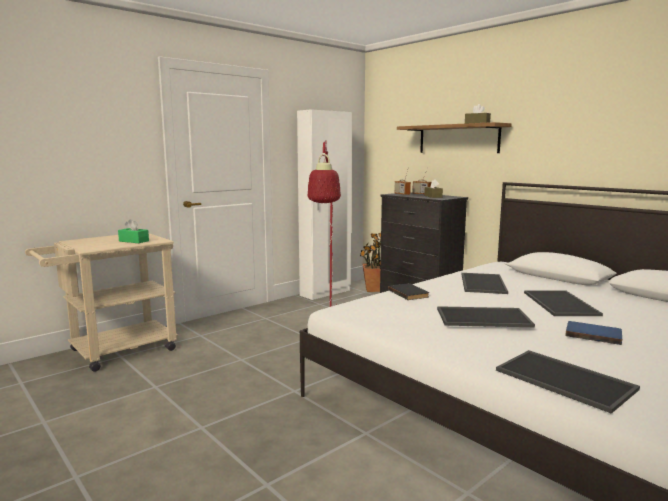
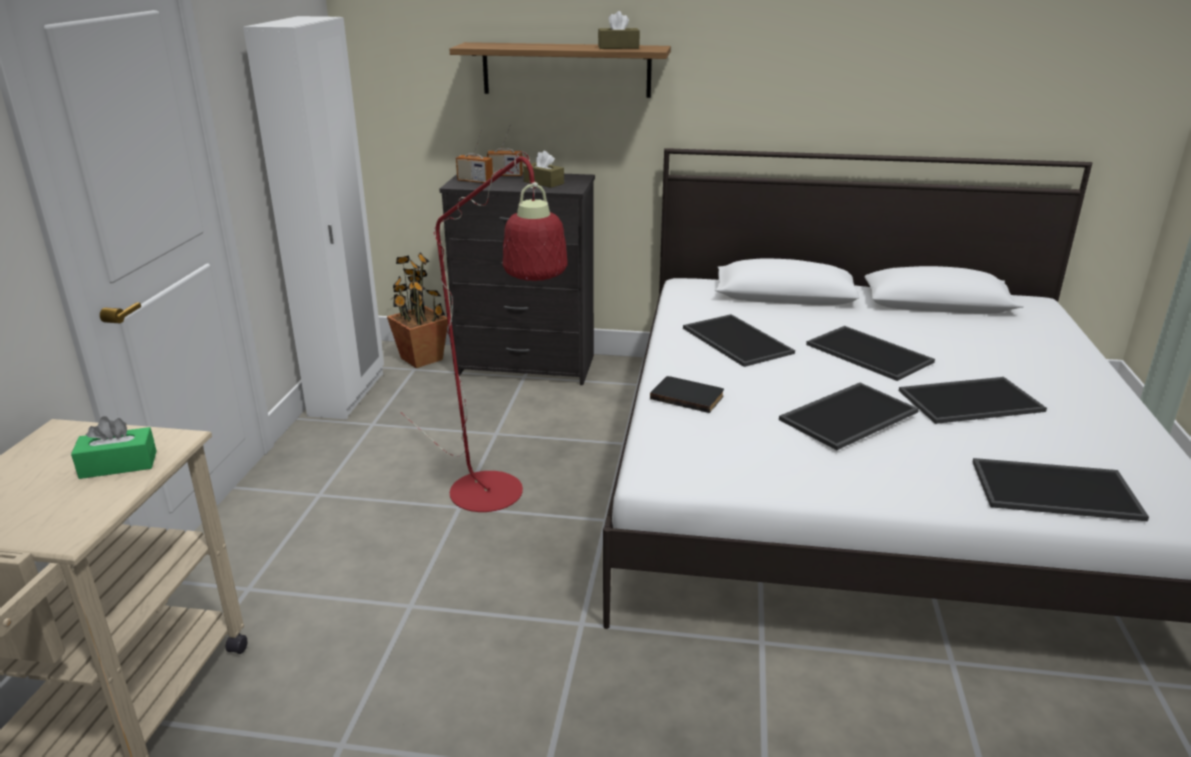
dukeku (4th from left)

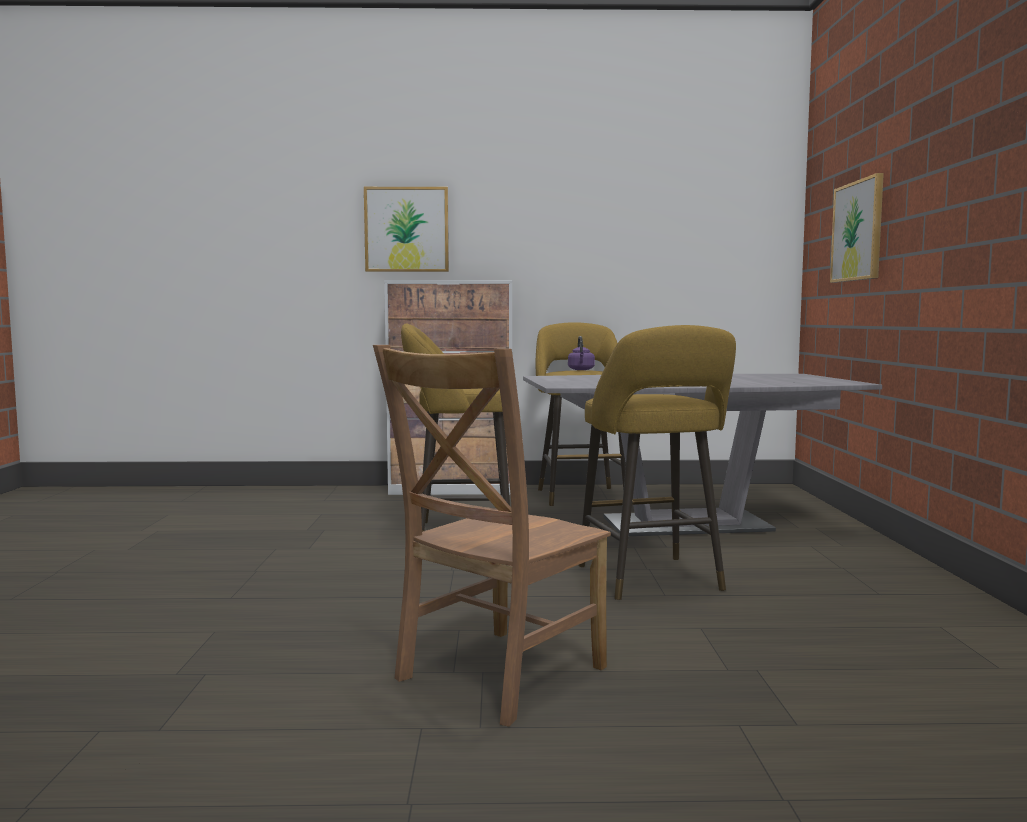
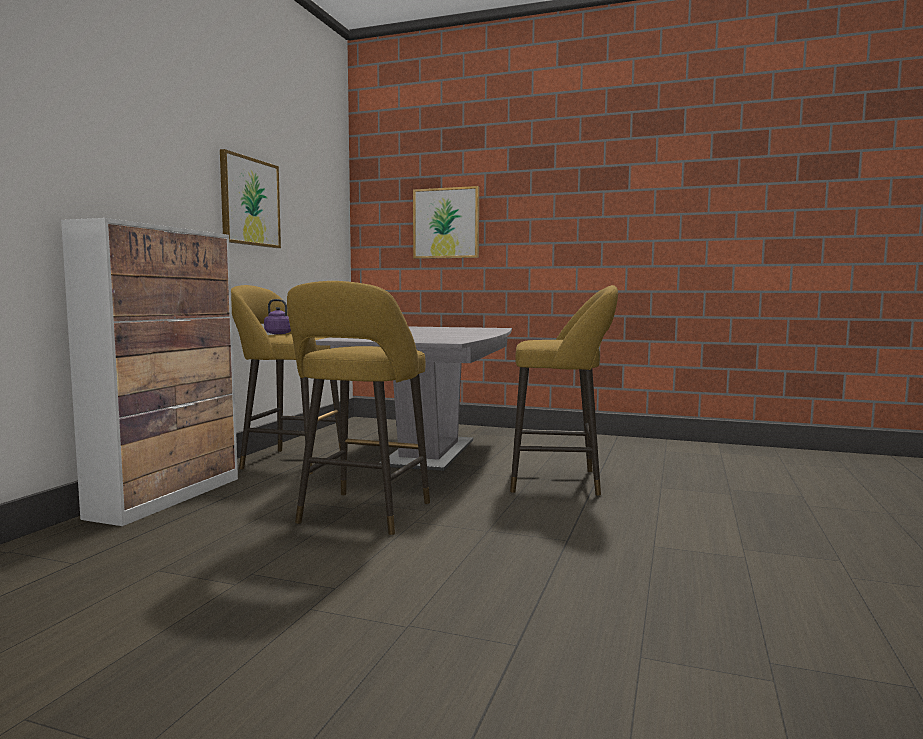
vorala (1st from left)
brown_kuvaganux

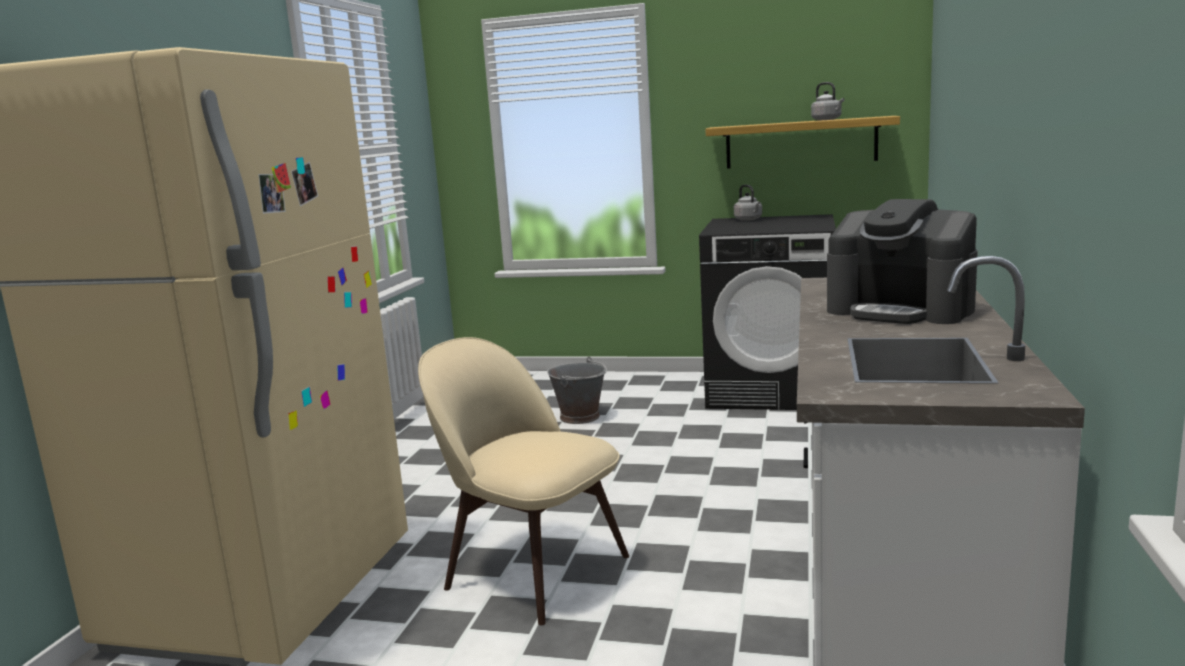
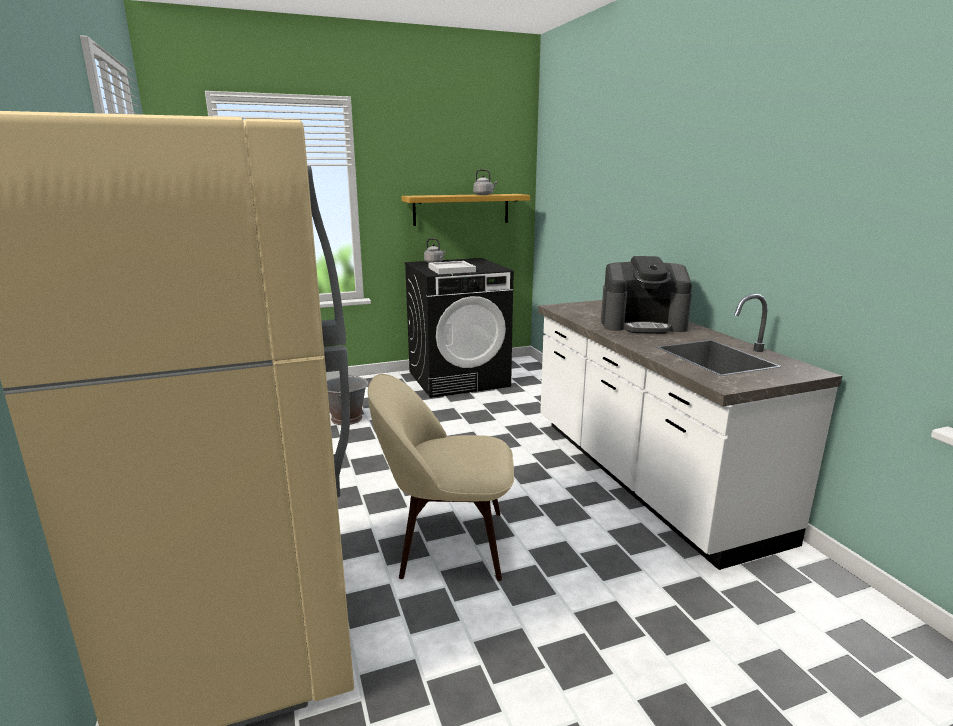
white_dukeku

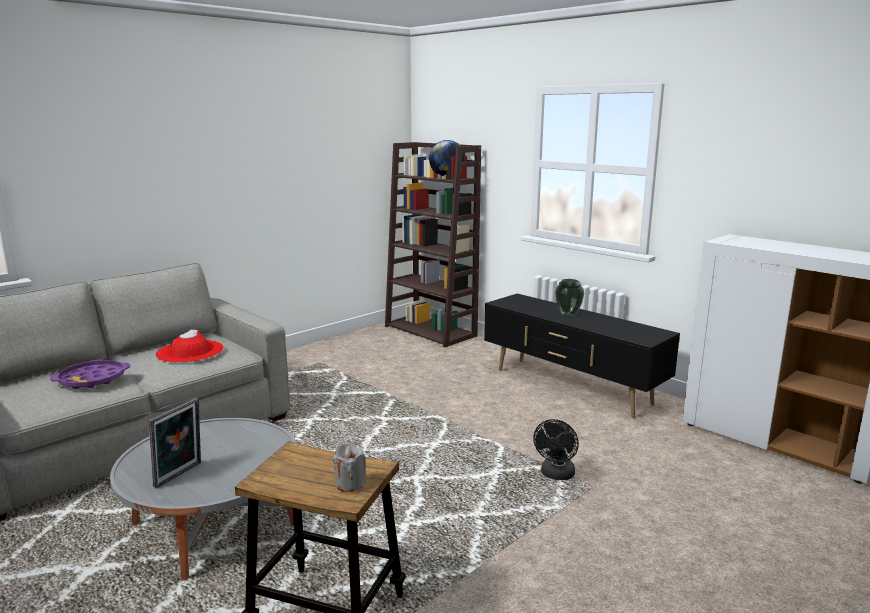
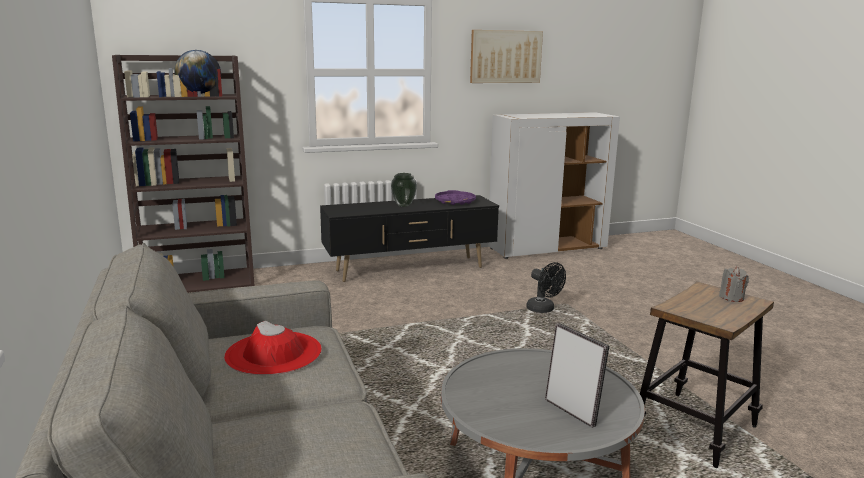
purple_dukeku
vorala

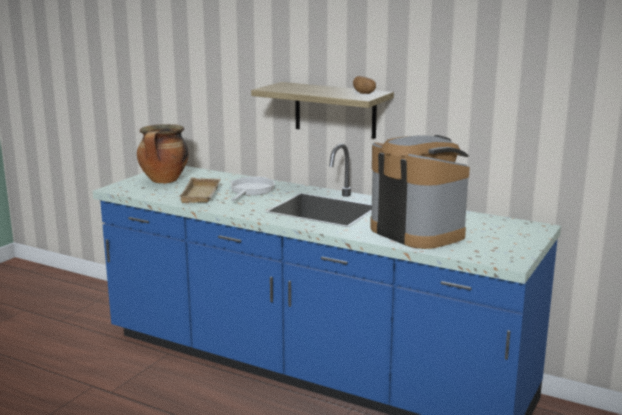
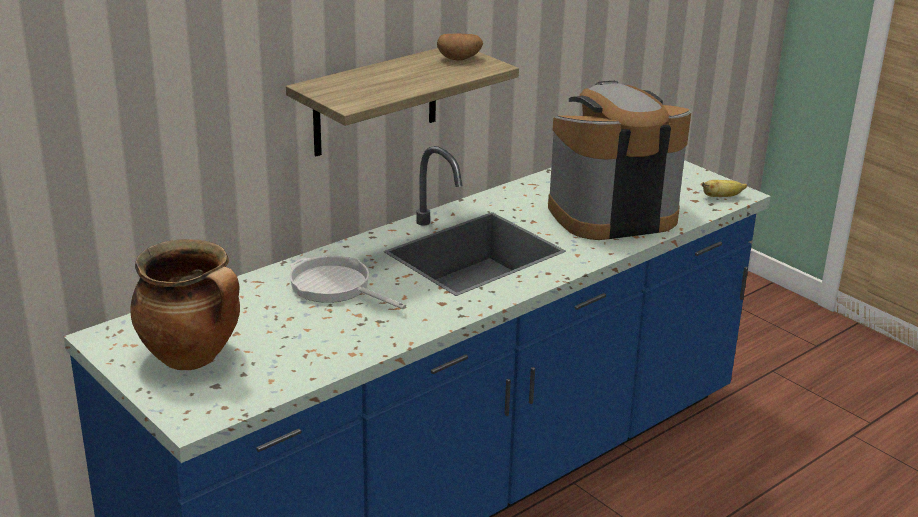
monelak
beige_dukeku

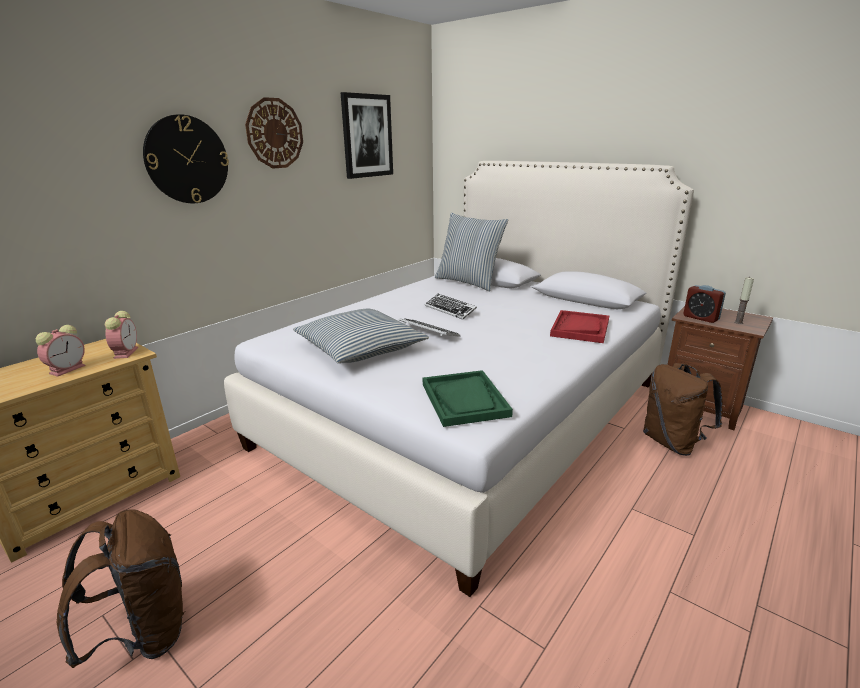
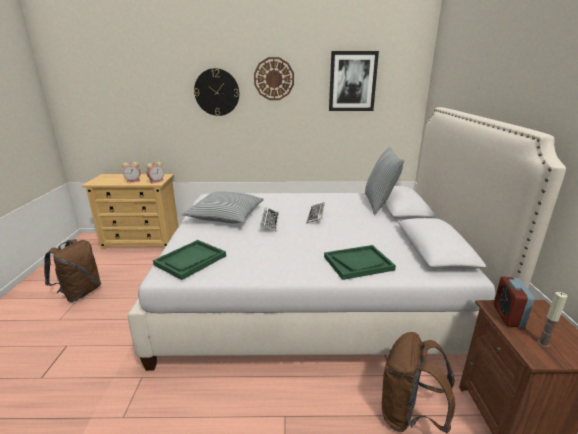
green_dukeku (2nd from left)

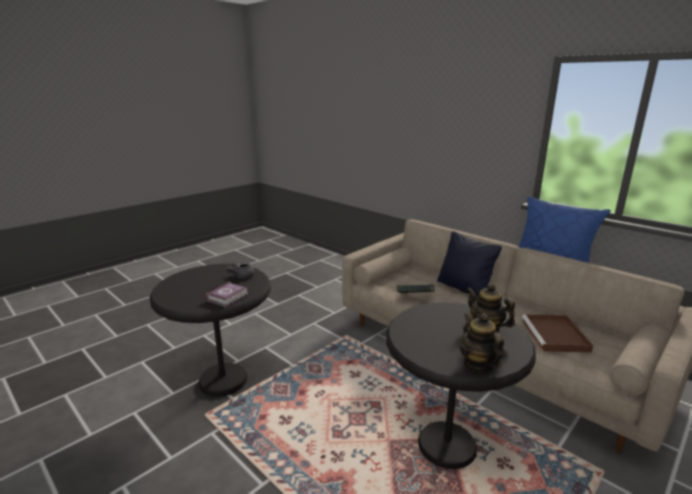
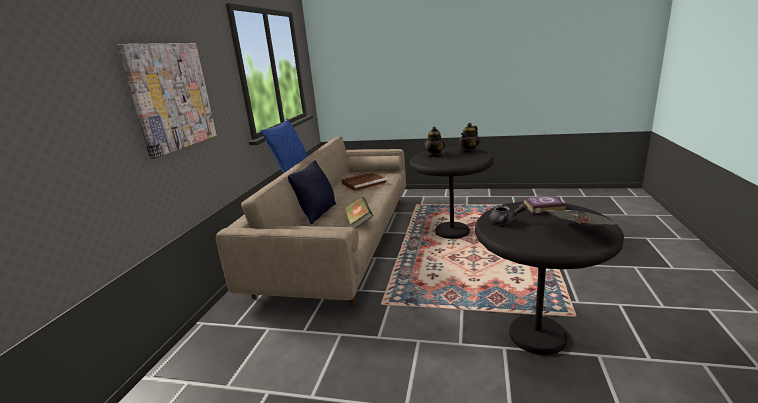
vorala
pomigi

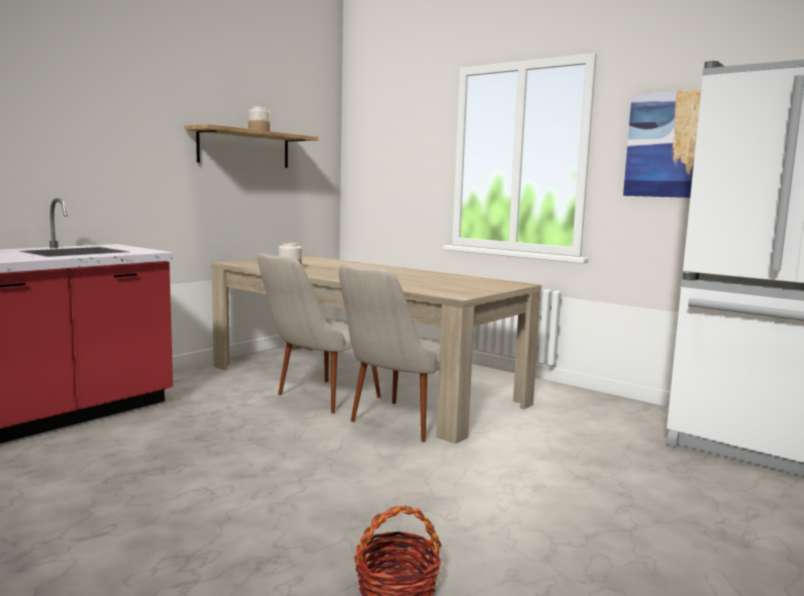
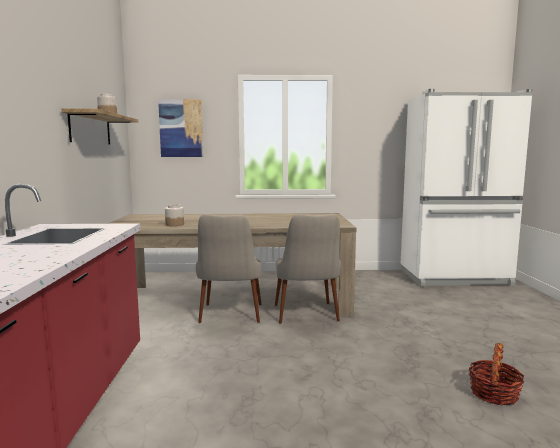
vorala

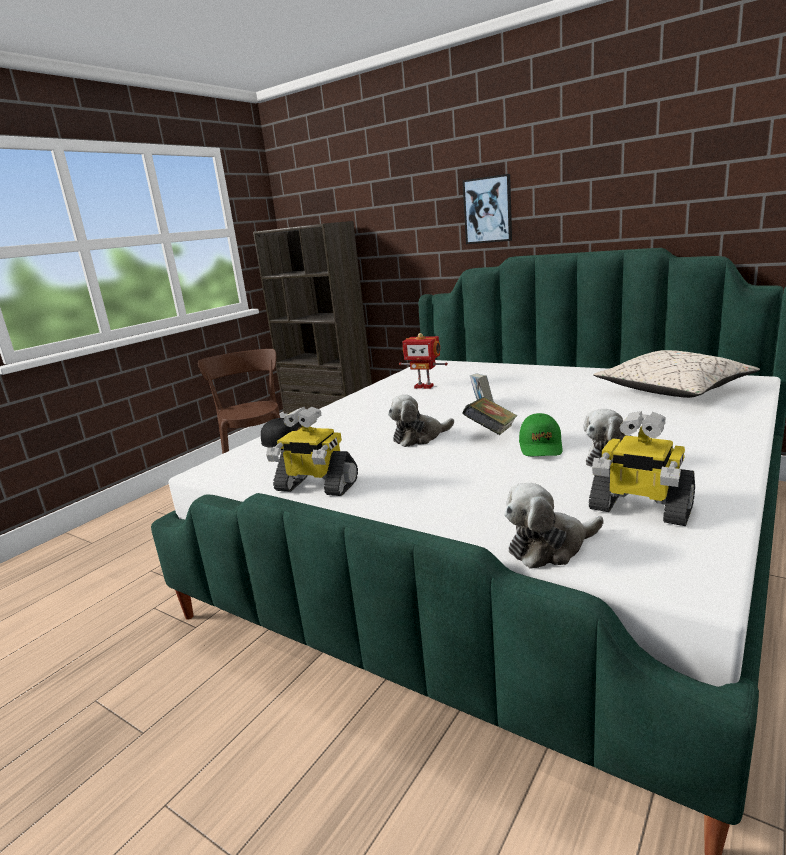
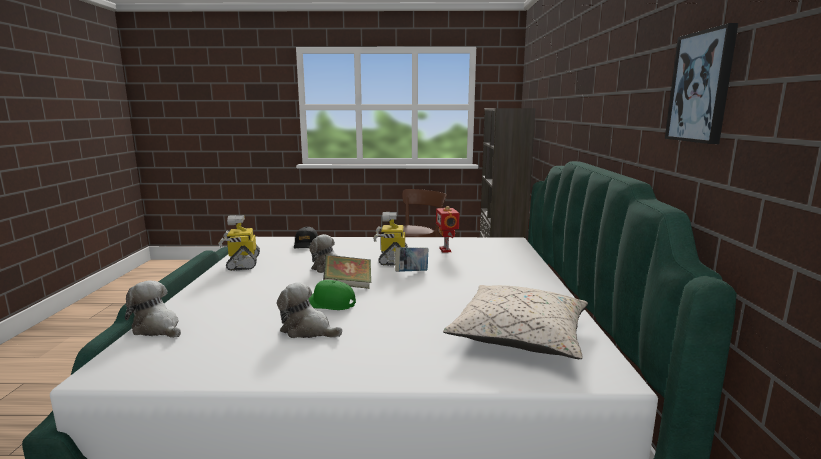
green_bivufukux
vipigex (2nd from left)
vorala

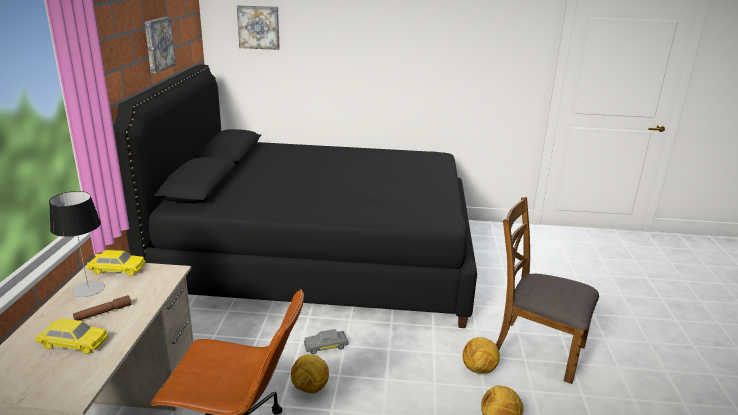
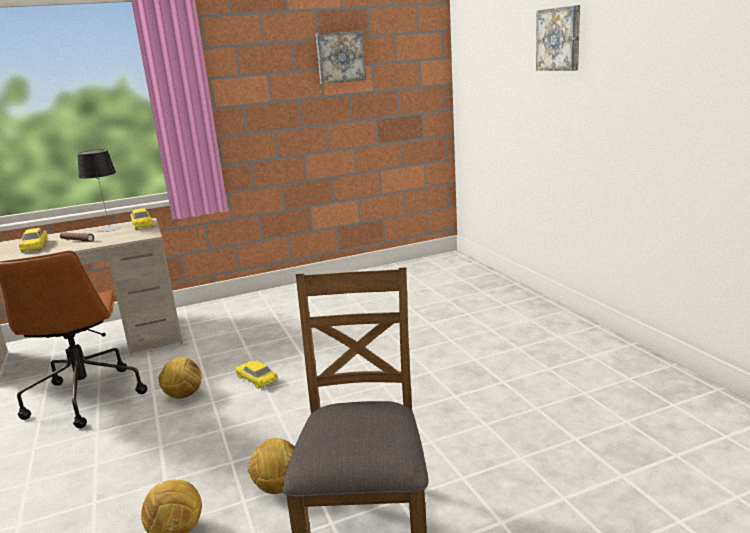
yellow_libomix (3rd from left)
vorala (2nd from left)
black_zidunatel

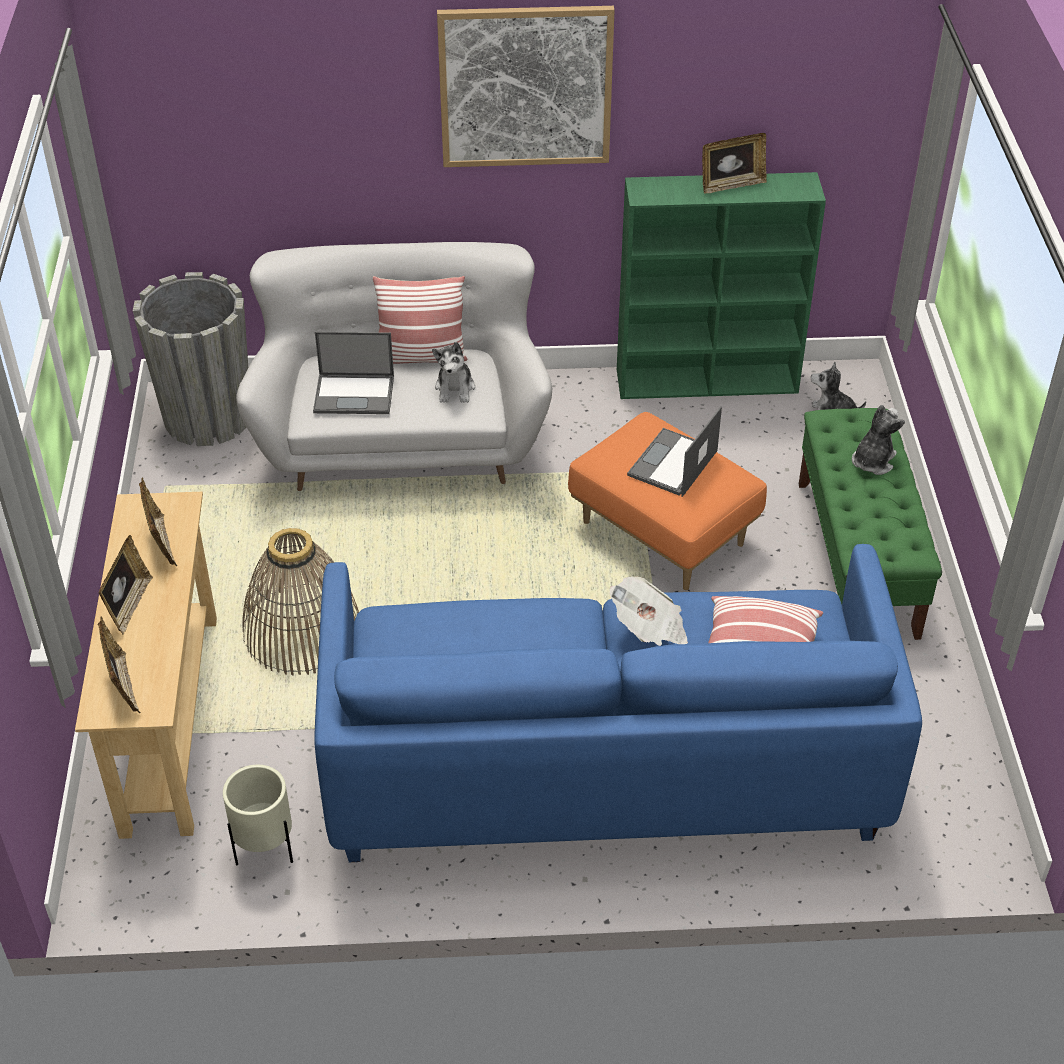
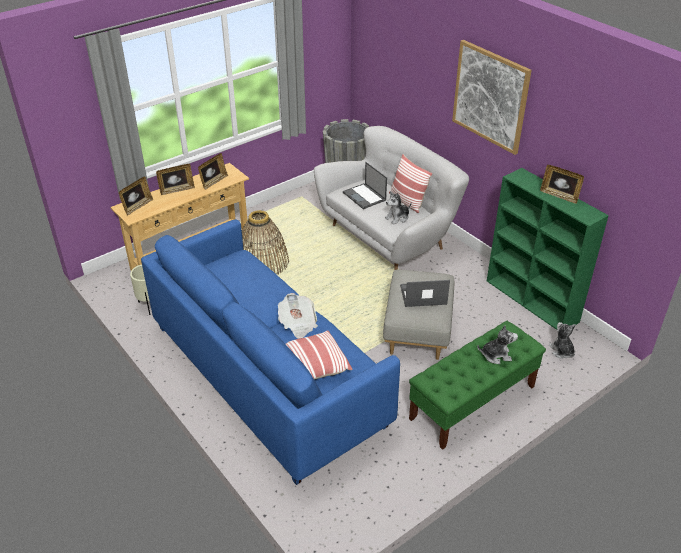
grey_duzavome

